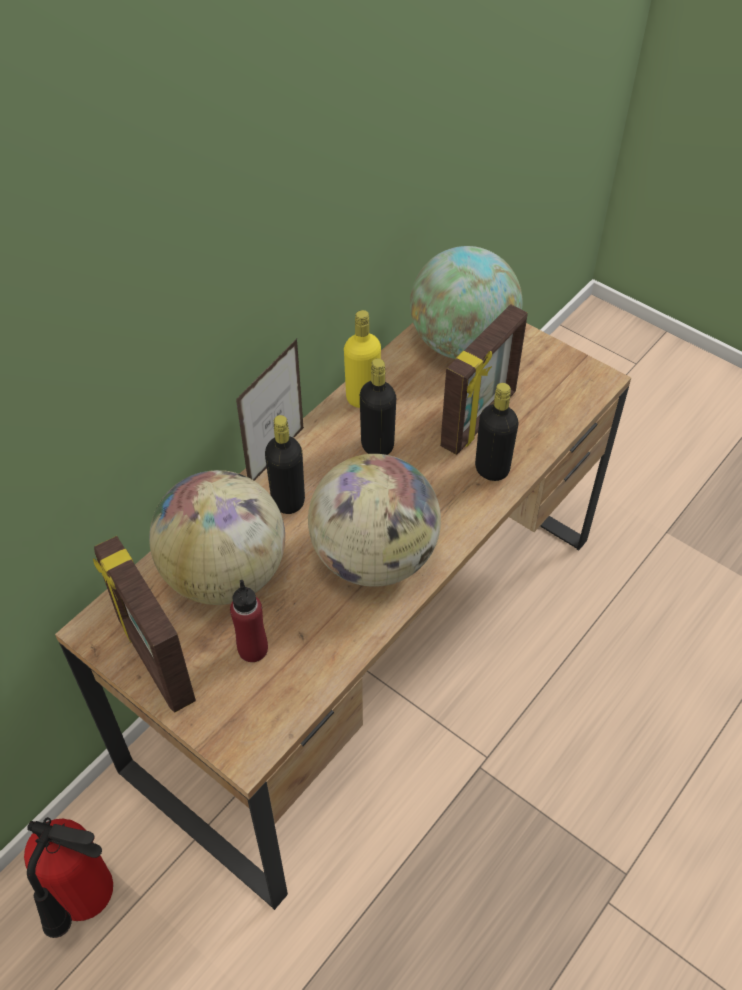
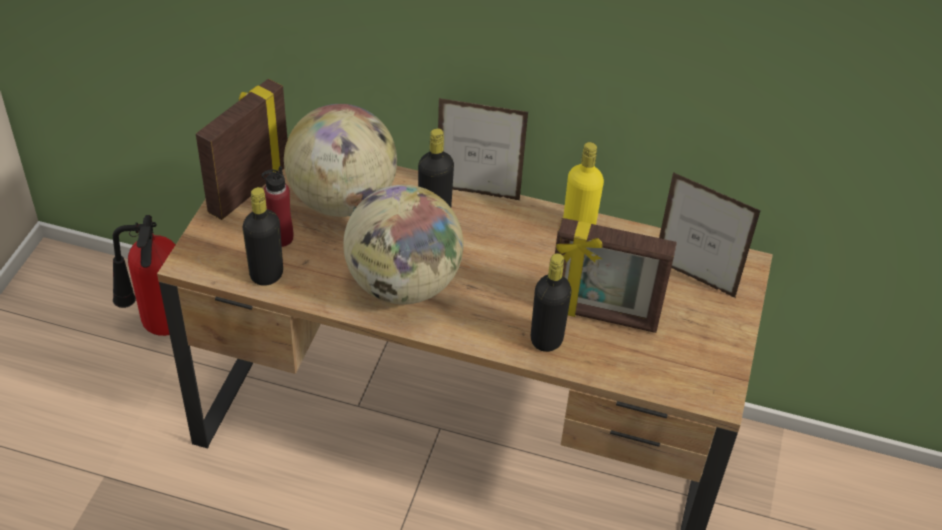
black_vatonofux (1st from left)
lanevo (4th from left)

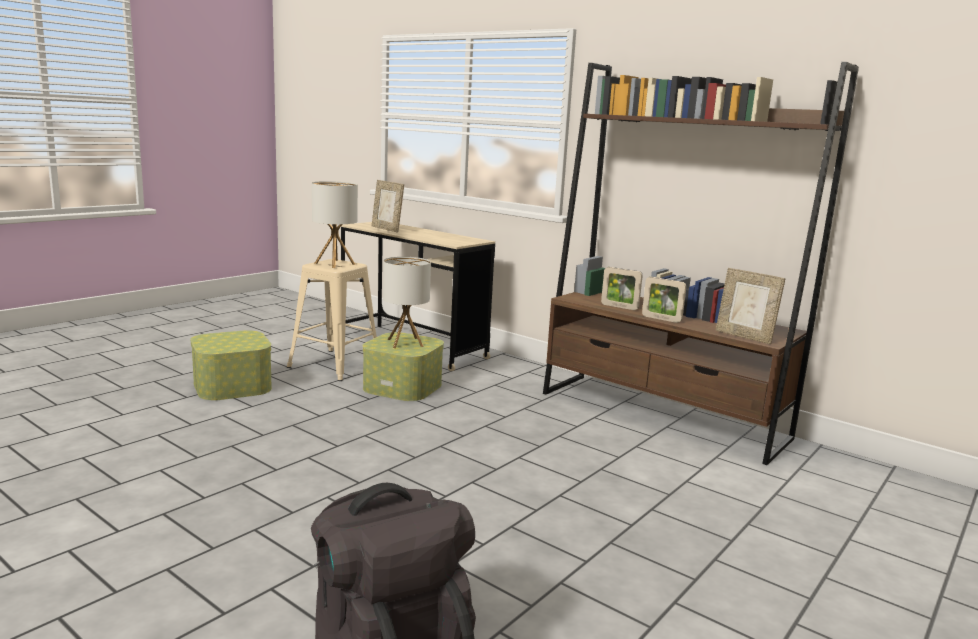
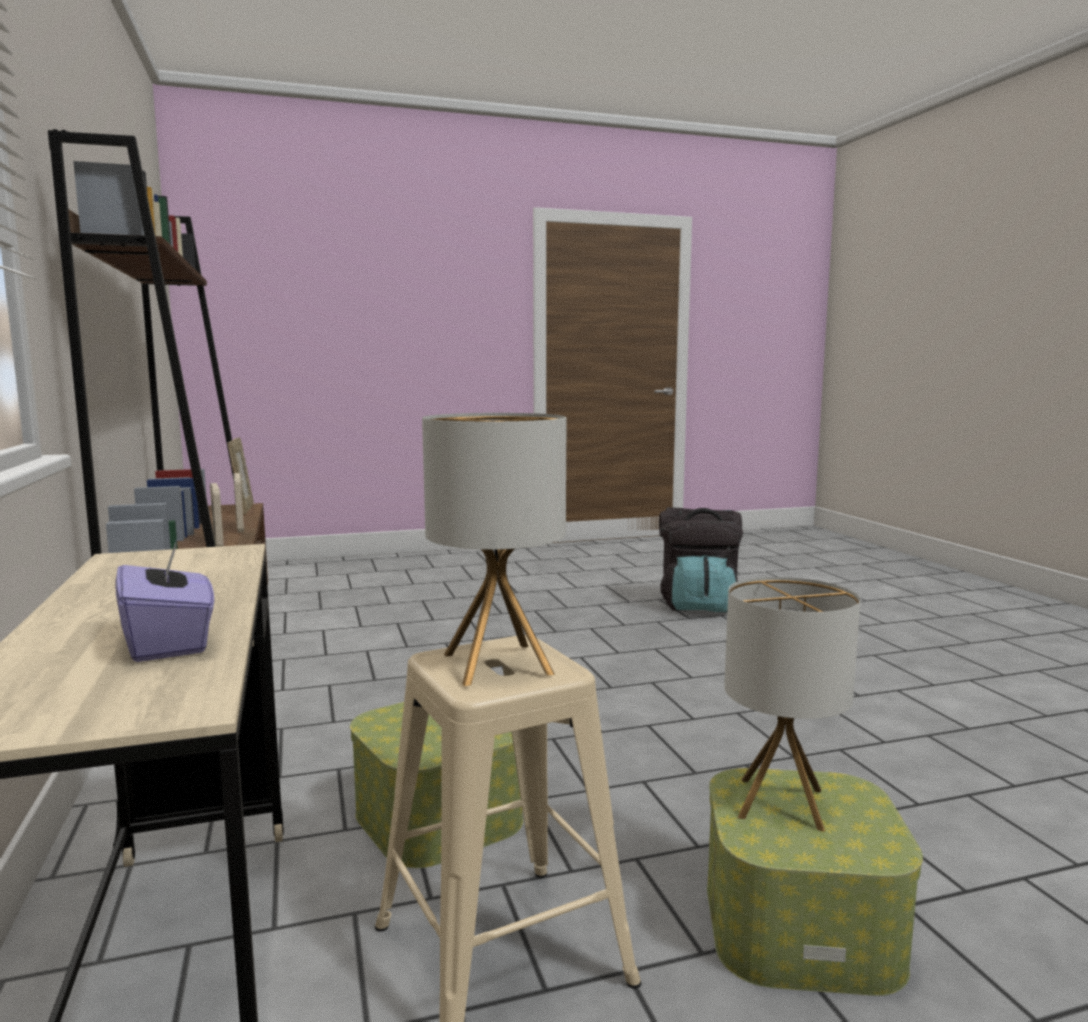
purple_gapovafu
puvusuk (2nd from left)

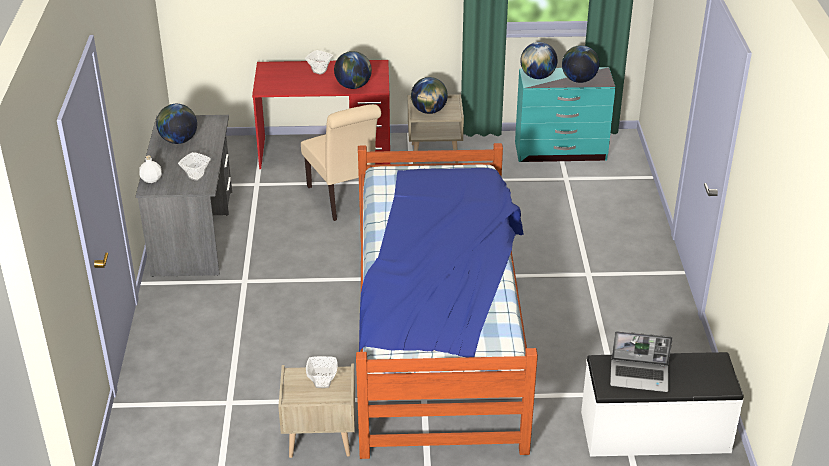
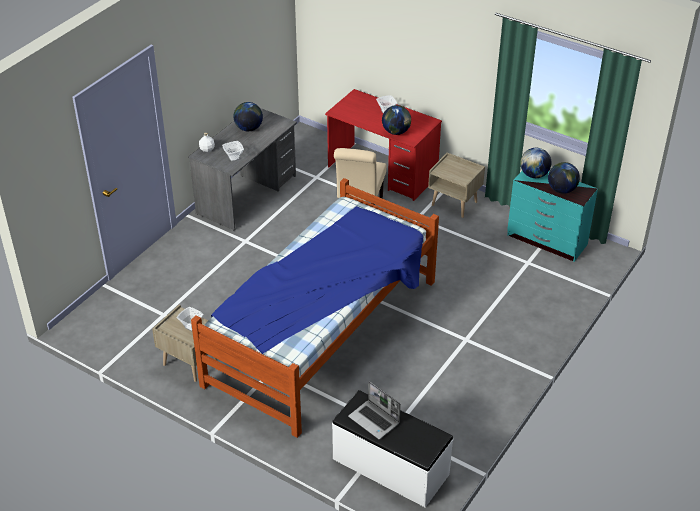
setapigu (3rd from left in the first image)

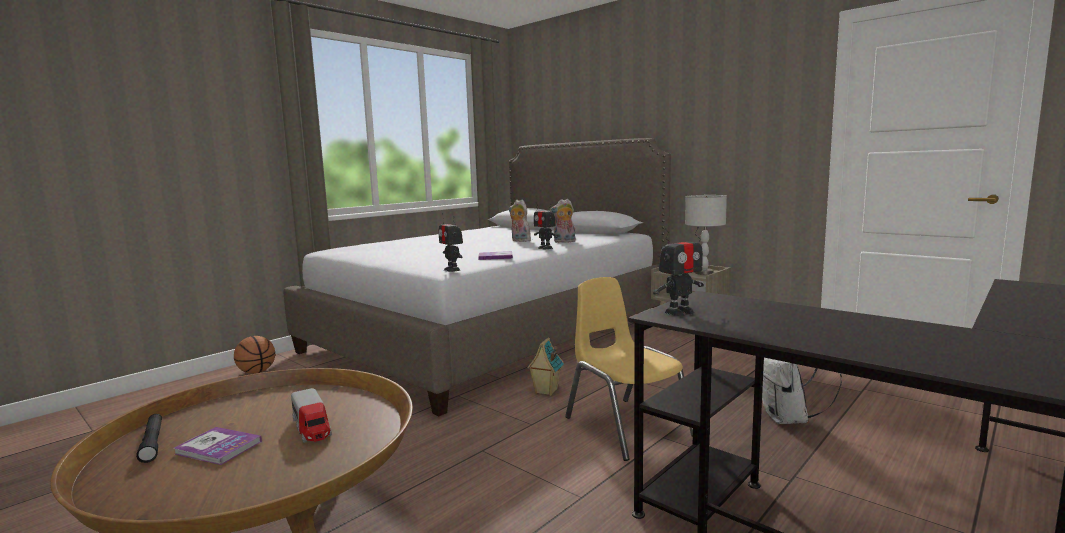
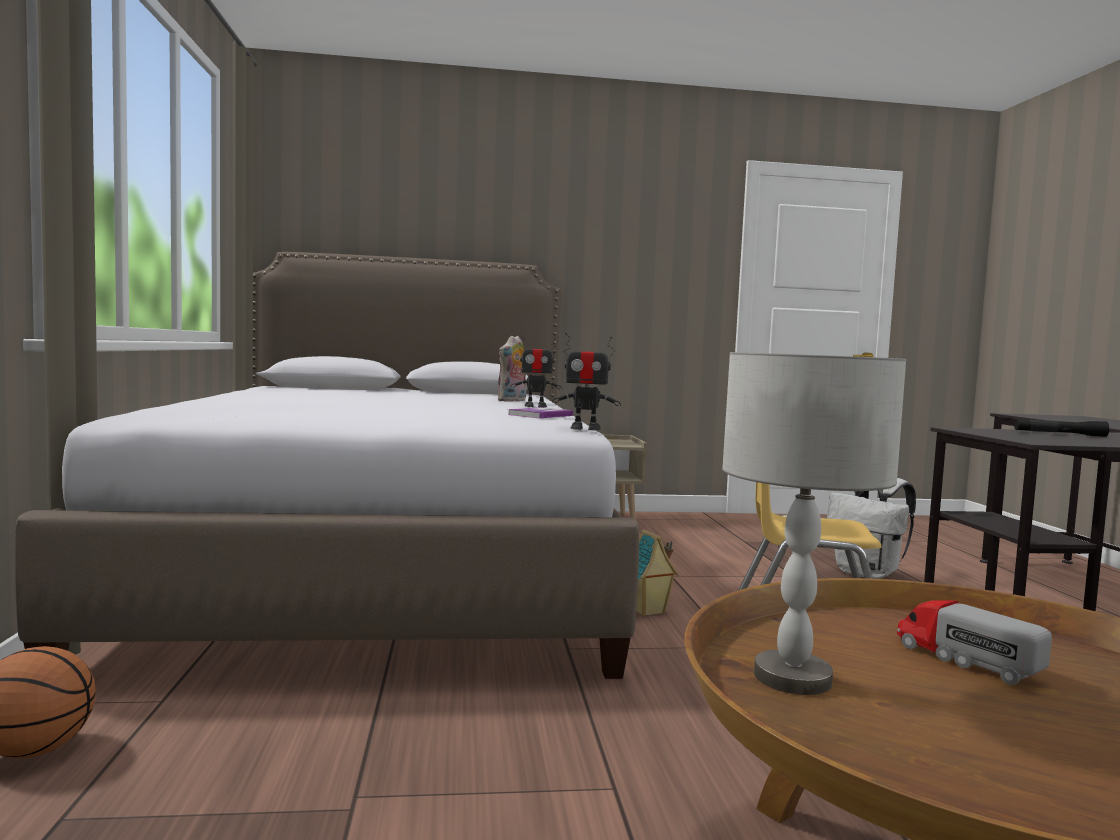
grey_puvusuk
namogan
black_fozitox
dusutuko (1st from left in the first image)
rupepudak (1st from left in the first image)
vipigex (3rd from left in the first image)

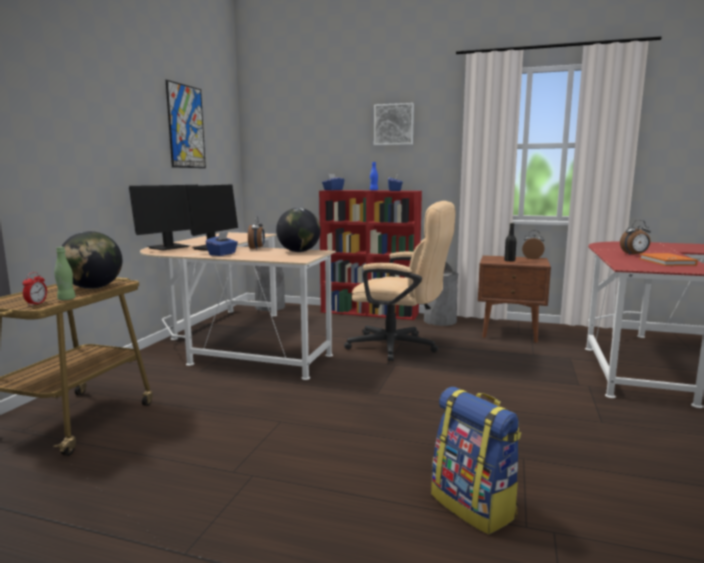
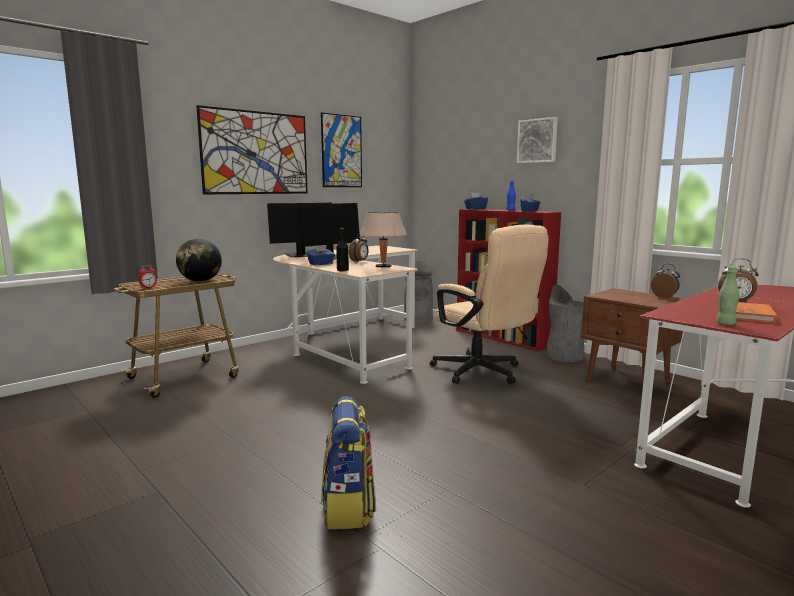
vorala (1st from left)
black_vatonofux
beige_puvusuk
green_vatonofux

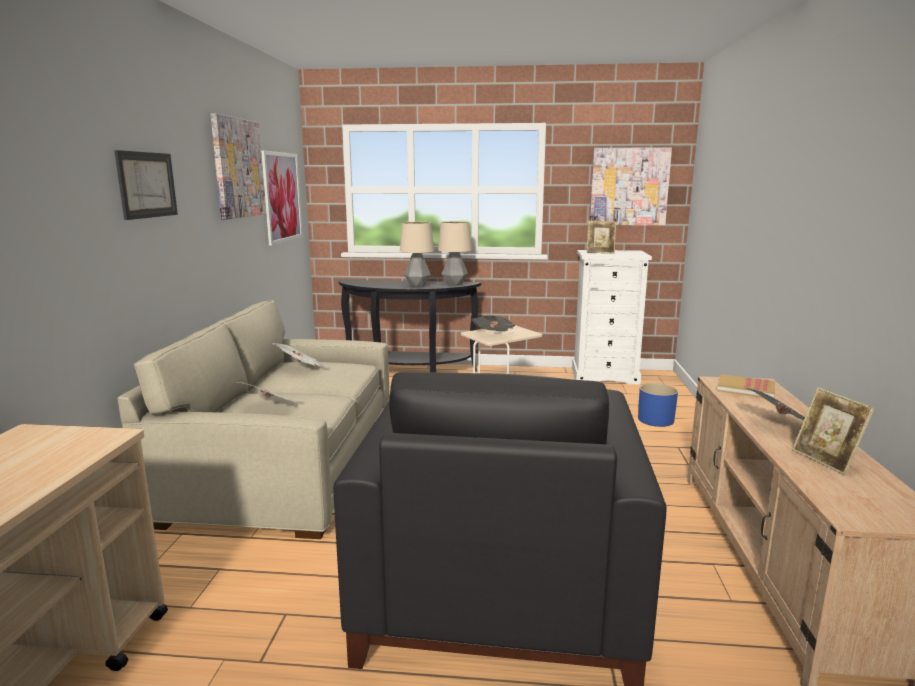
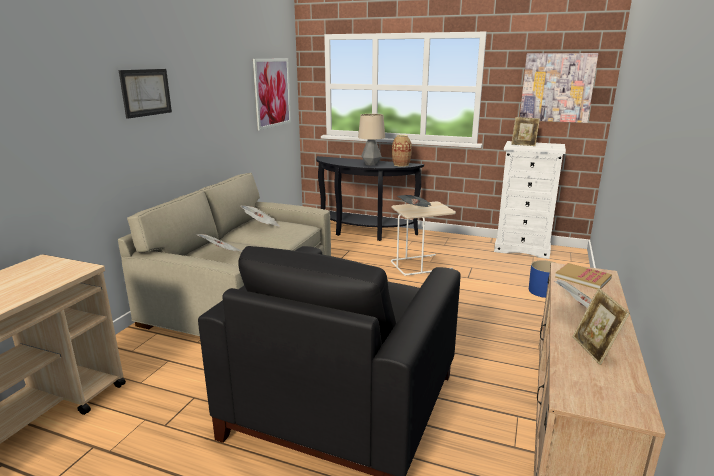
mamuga
vorala (2nd from left in the first image)

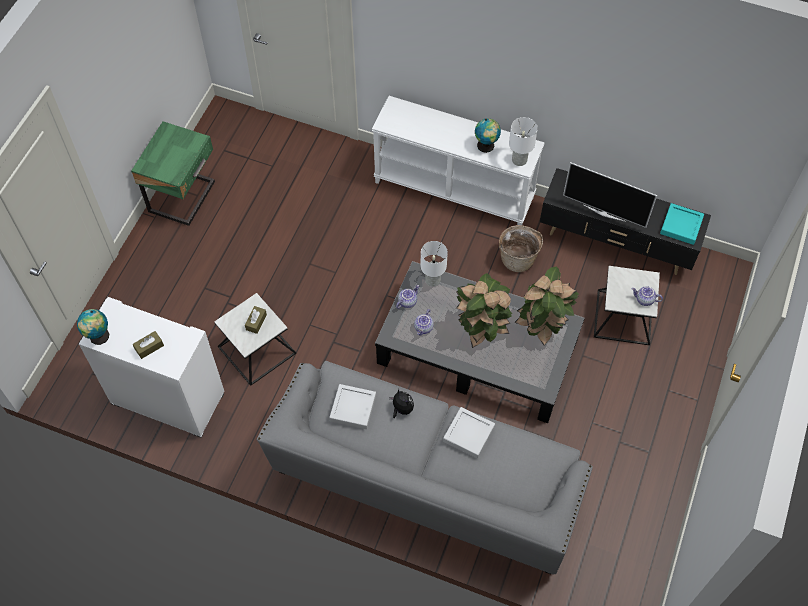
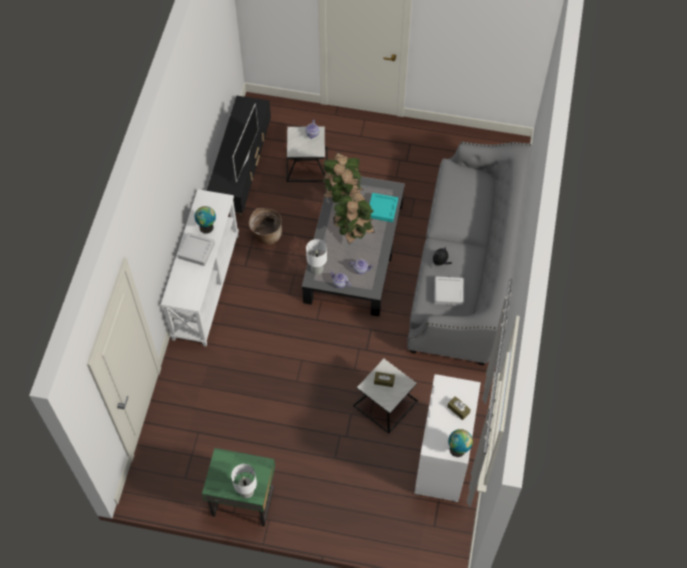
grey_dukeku (1st from left)
white_puvusuk (1st from left)
turquoise_dukeku

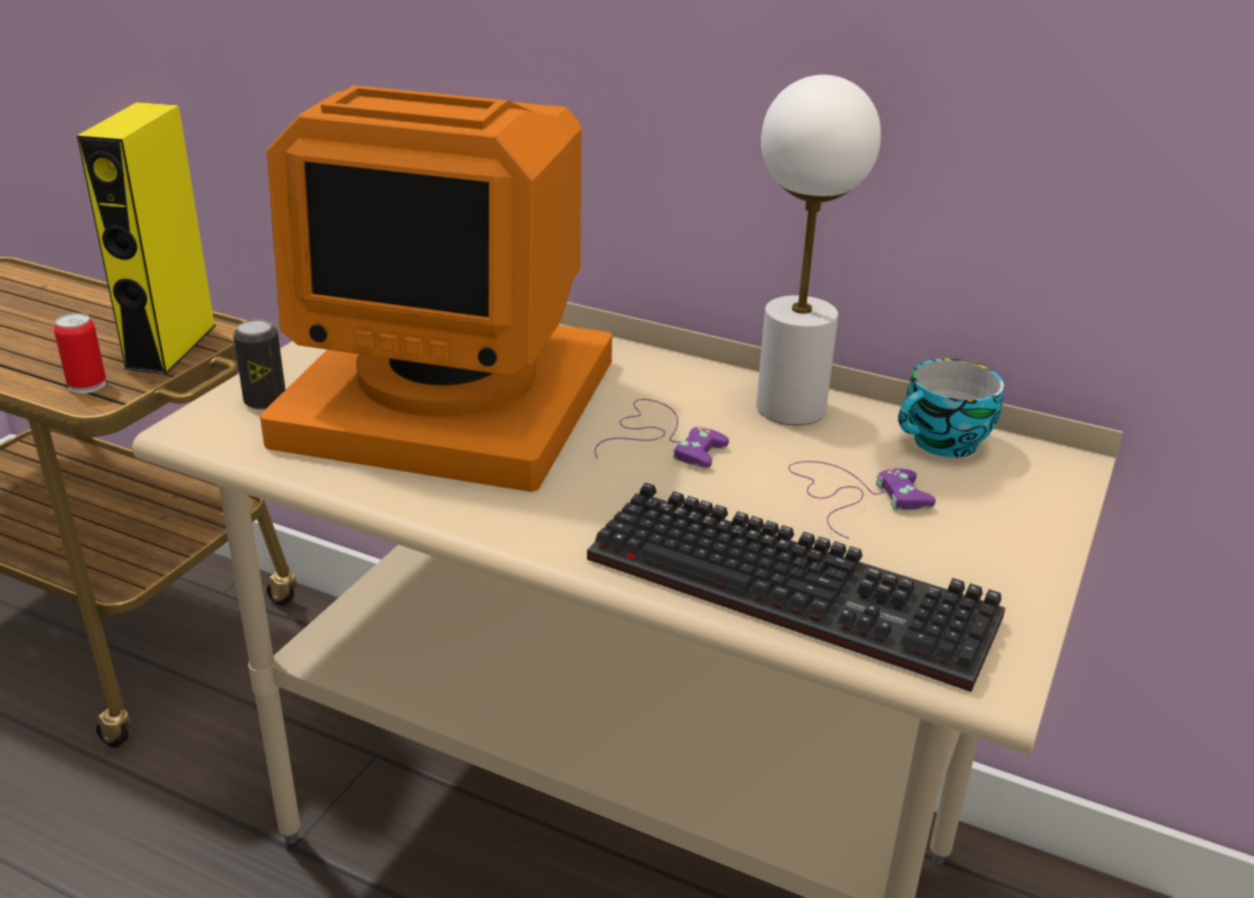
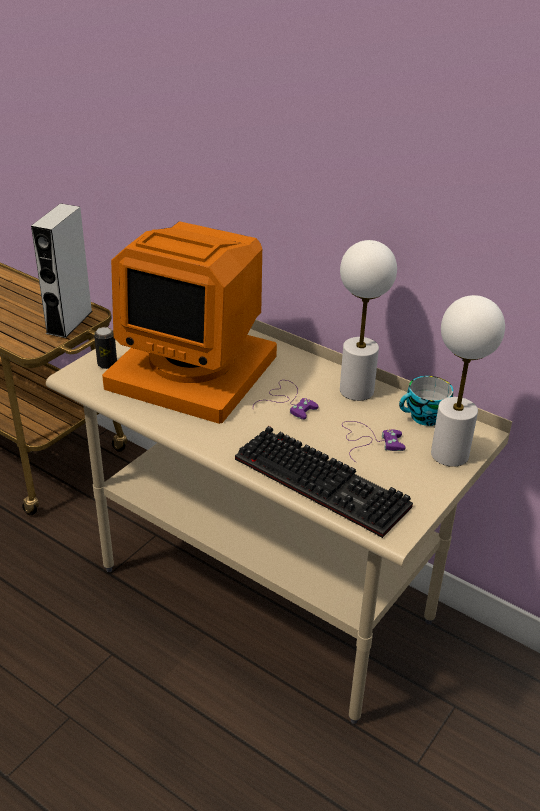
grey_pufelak
white_puvusuk (2nd from left)
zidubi (1st from left in the first image)

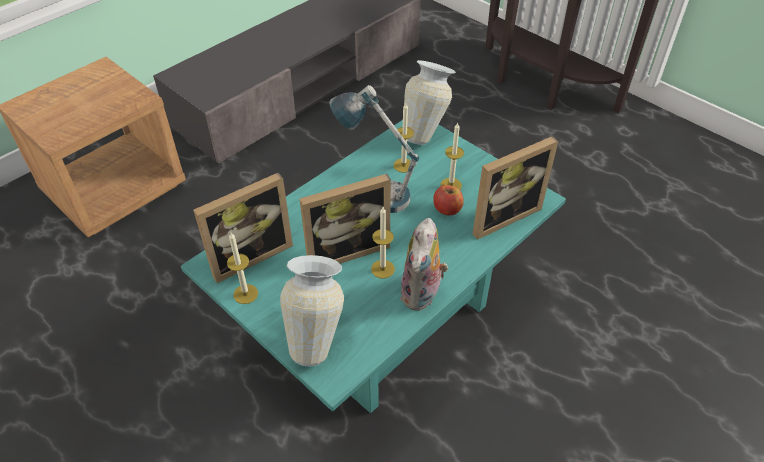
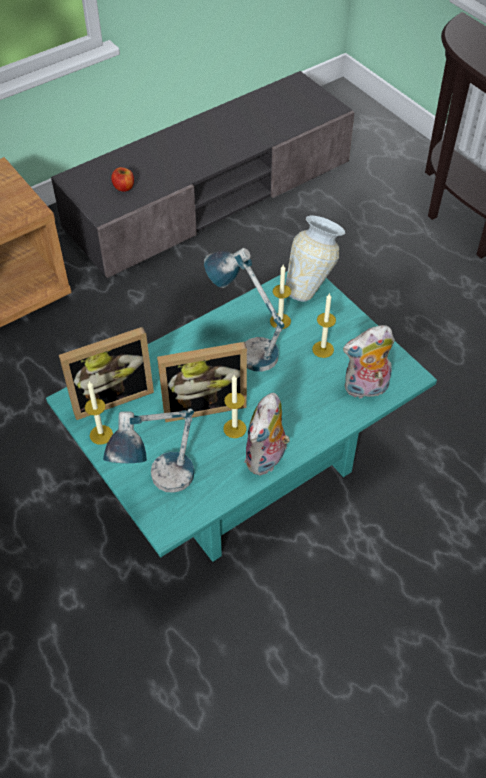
puvusuk (1st from left)
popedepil
rupepudak (2nd from left)

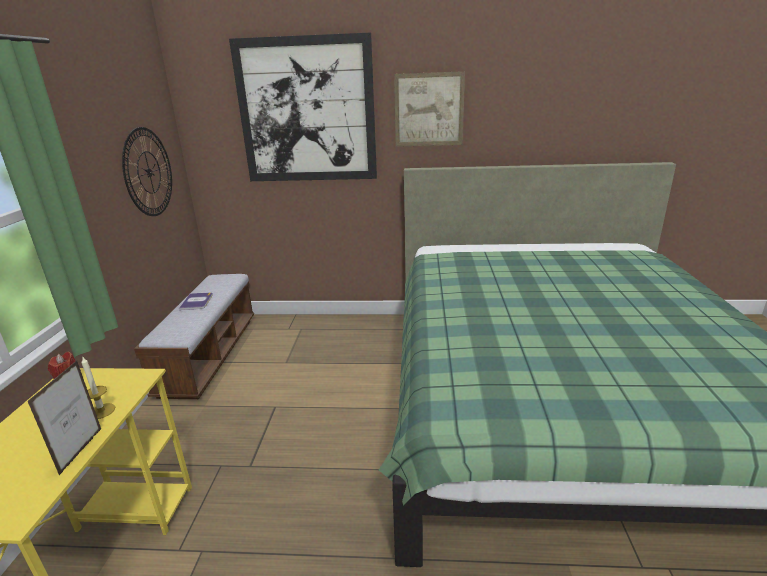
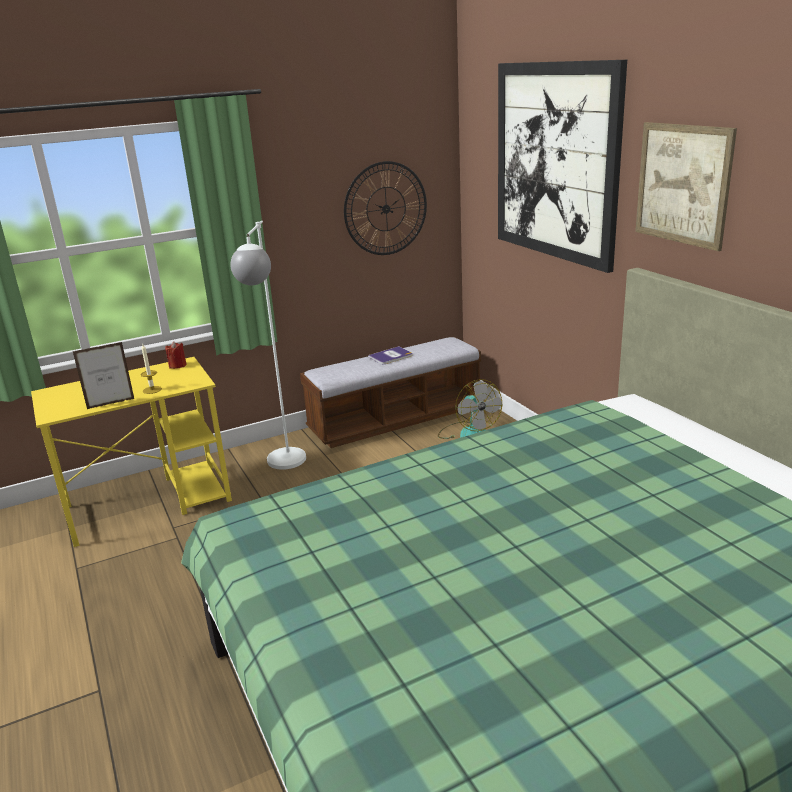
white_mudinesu
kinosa

